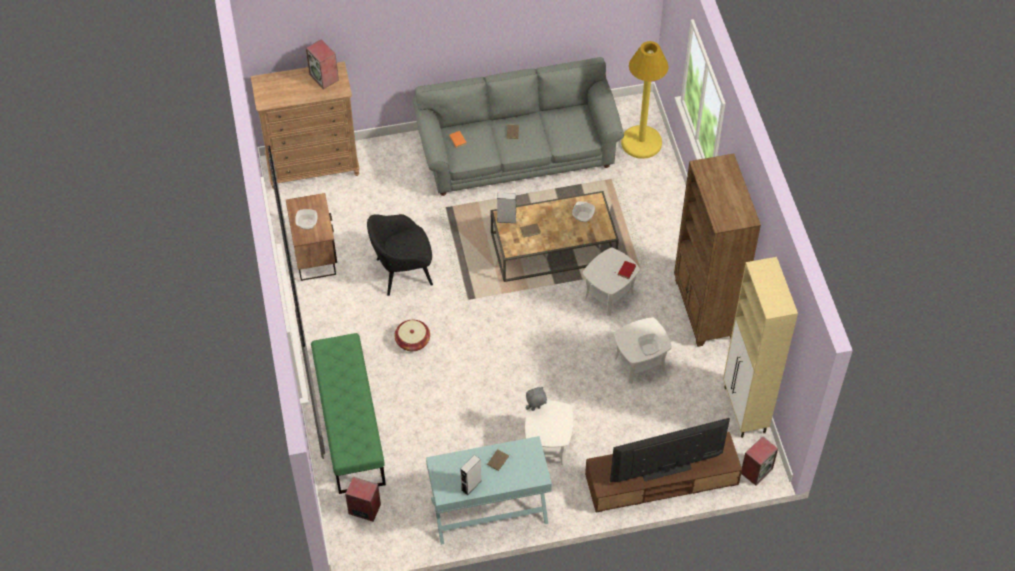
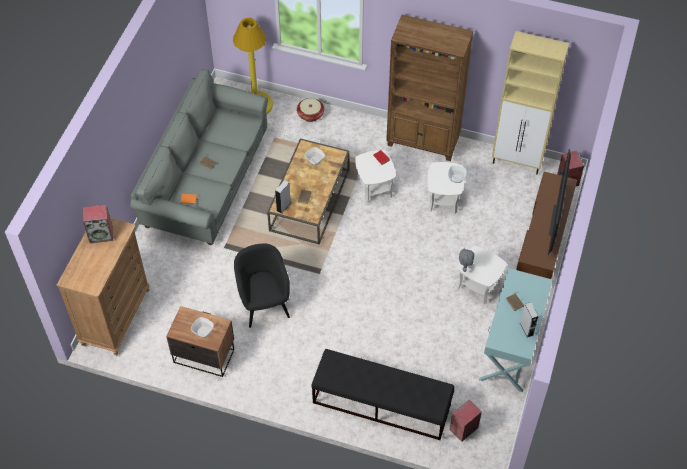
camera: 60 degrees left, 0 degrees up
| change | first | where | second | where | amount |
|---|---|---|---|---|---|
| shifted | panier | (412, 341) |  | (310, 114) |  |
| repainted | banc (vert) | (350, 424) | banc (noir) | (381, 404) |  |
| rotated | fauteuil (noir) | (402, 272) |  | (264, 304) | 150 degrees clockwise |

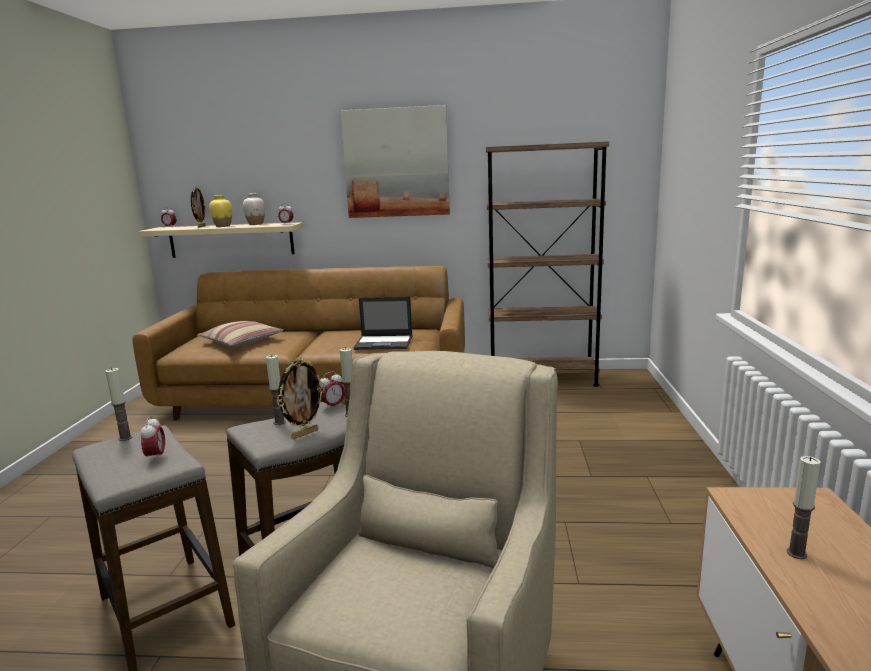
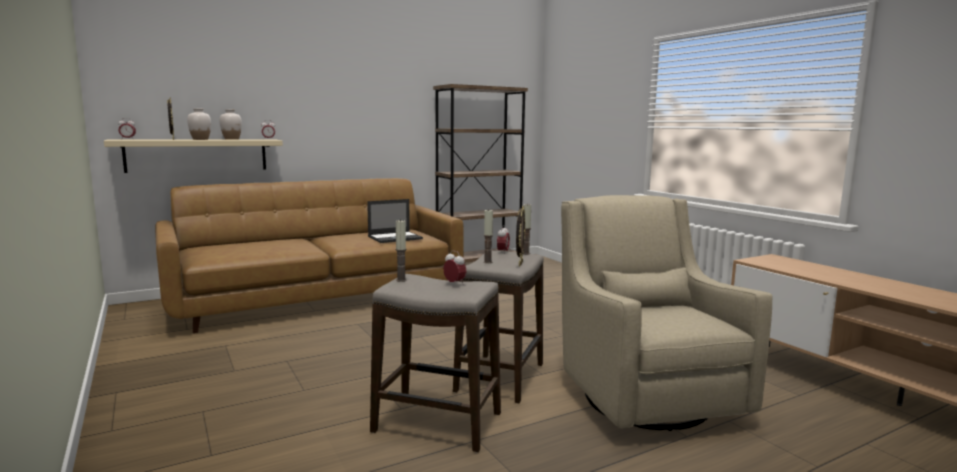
camera: 35 degrees left, 5 degrees down
| change | first | where | second | where | amount |
|---|---|---|---|---|---|
| gone | coussin | (241, 341) |  |  |  |
| gone | tableau | (396, 163) |  |  |  |
| gone | bougie | (796, 553) |  |  |  |
| repainted | vase (jaune) | (223, 226) | vase (blanc) | (200, 139) |  |

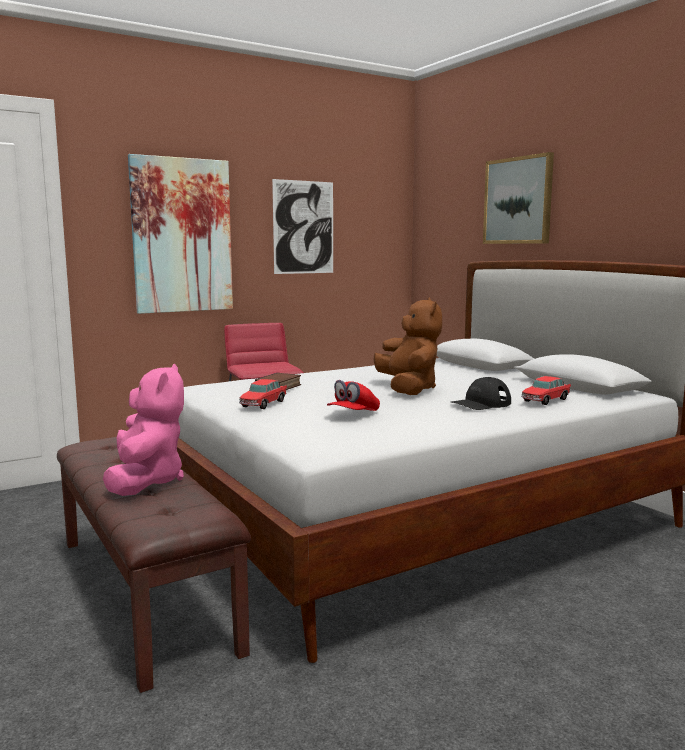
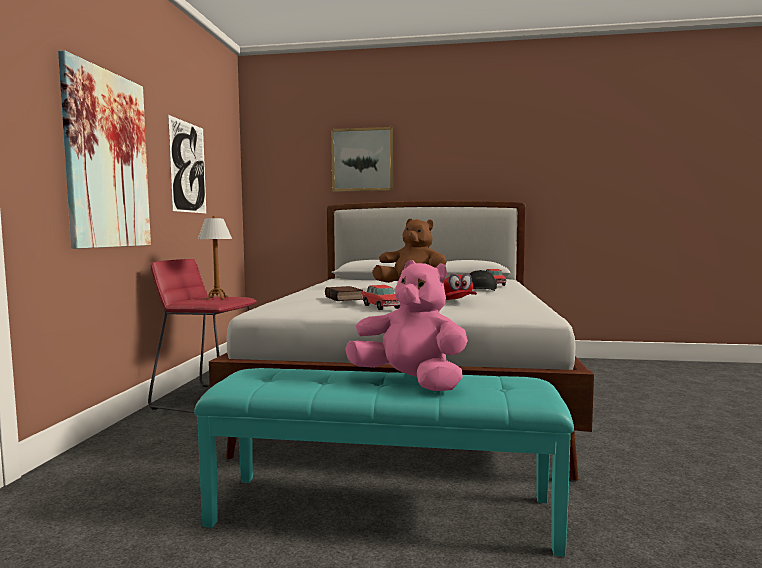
camera: 50 degrees left, 5 degrees down
| change | first | where | second | where | amount |
|---|---|---|---|---|---|
| new |  |  | lampe de table | (217, 298) |  |
| repainted | banc (marron) | (146, 591) | banc (turquoise) | (383, 510) |  |

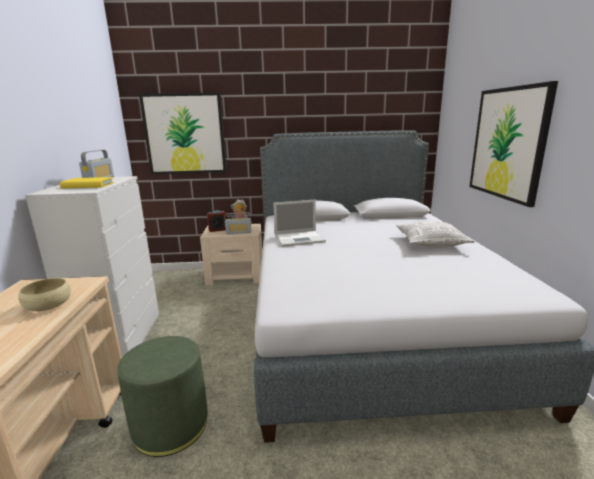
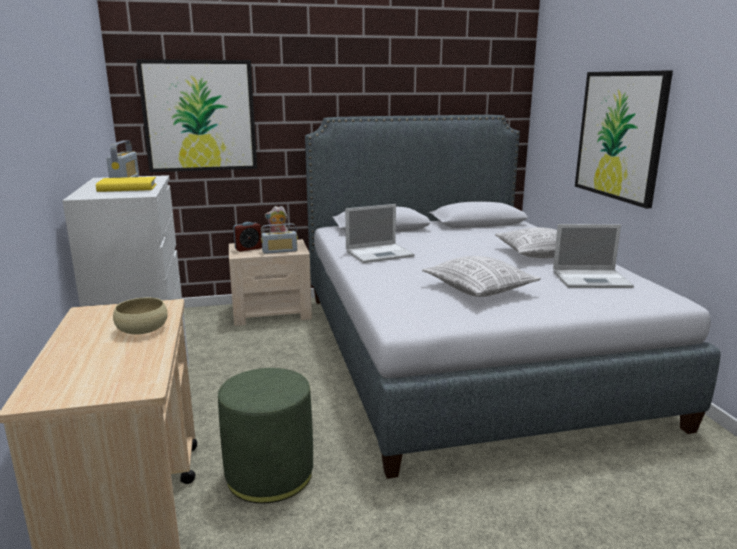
camera: 10 degrees left, 0 degrees up
| change | first | where | second | where | amount |
|---|---|---|---|---|---|
| new |  |  | coussin | (479, 289) |  |
| new |  |  | ordinateur portable | (592, 279) |  |

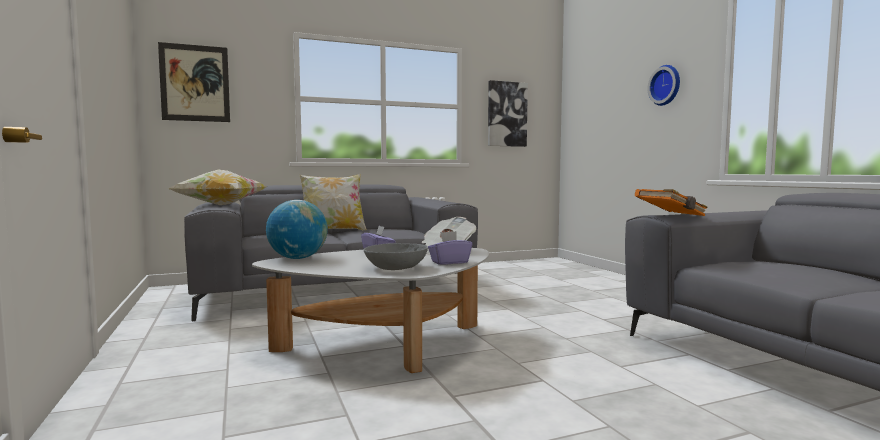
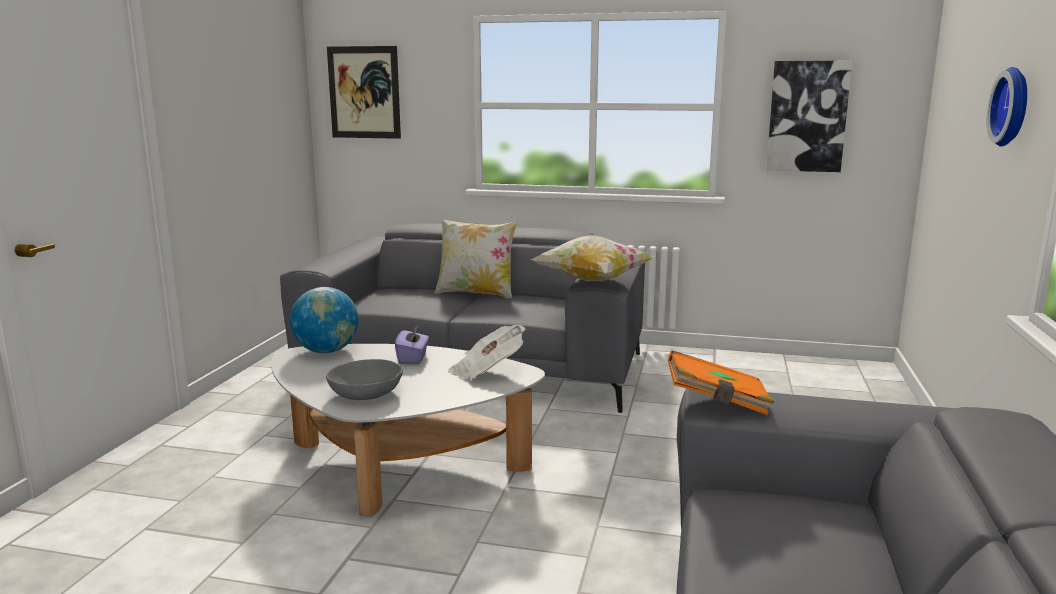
camera: 35 degrees right, 10 degrees up
| change | first | where | second | where | amount |
|---|---|---|---|---|---|
| gone | boîte à mouchoirs (violet) | (449, 262) |  |  |  |
| shifted | coussin | (221, 205) |  | (592, 281) |  |

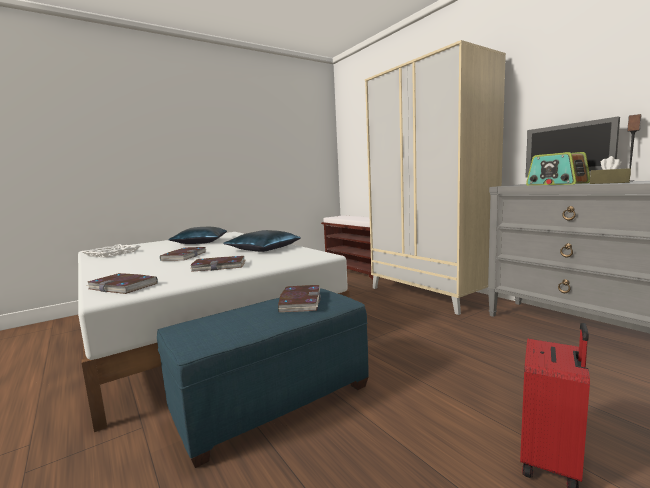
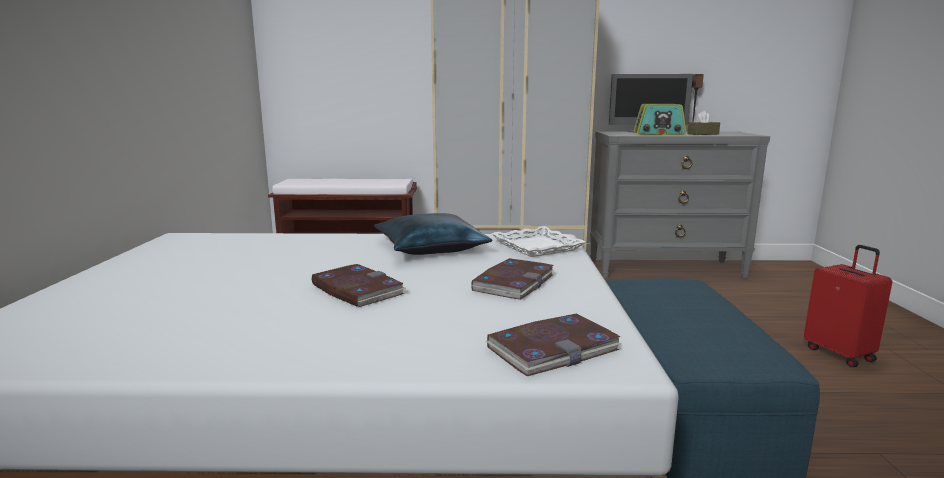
camera: 55 degrees left, 5 degrees up
| change | first | where | second | where | amount |
|---|---|---|---|---|---|
| gone | coussin (bleu) | (200, 242) |  |  |  |
| gone | livre | (300, 301) |  |  |  |
| shifted | plateau (blanc) | (112, 253) |  | (537, 247) |  |

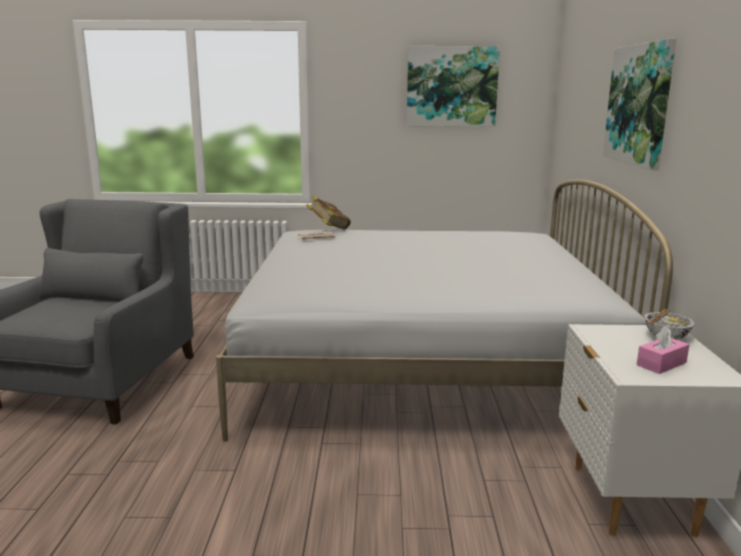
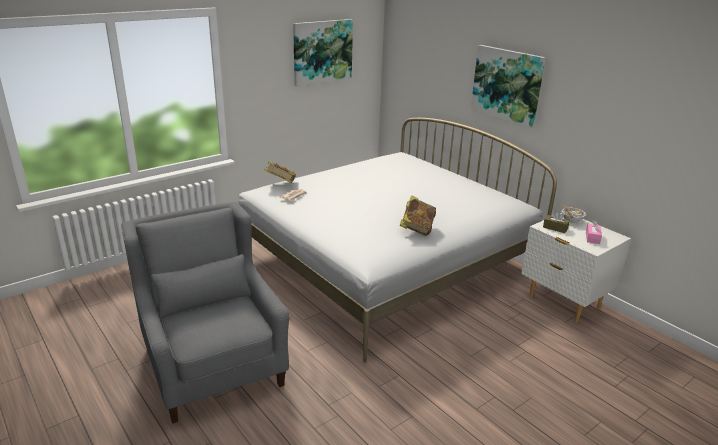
camera: 40 degrees left, 10 degrees up
| change | first | where | second | where | amount |
|---|---|---|---|---|---|
| new |  |  | livre | (417, 229) |  |
| new |  |  | boîte à mouchoirs (marron) | (555, 228) |  |

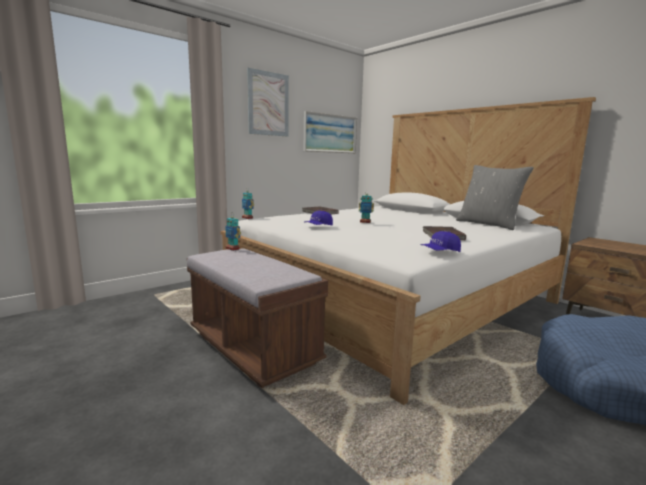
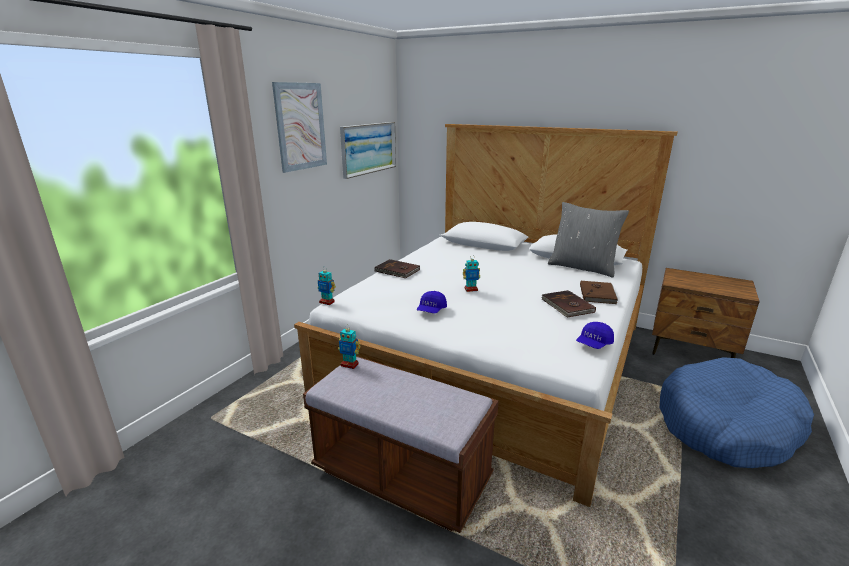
camera: 20 degrees left, 10 degrees up
| change | first | where | second | where | amount |
|---|---|---|---|---|---|
| new |  |  | livre (marron) | (598, 294) |  |

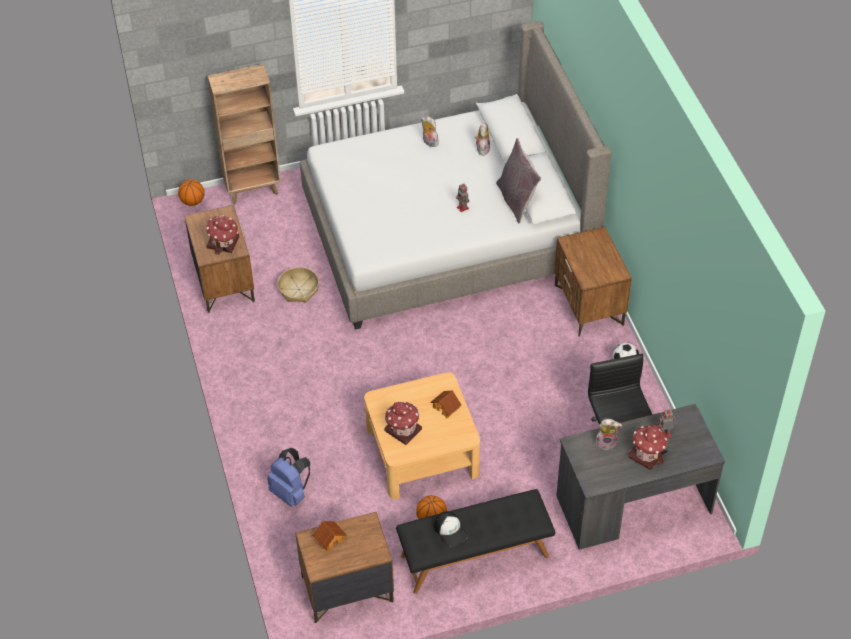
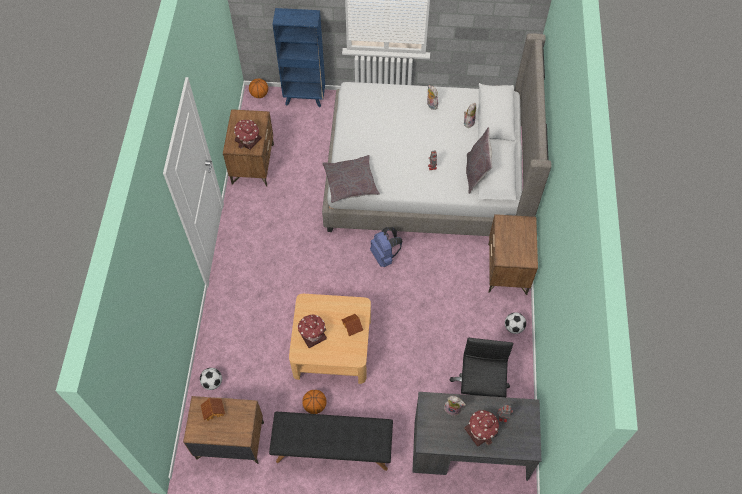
camera: 20 degrees right, 10 degrees up
| change | first | where | second | where | amount |
|---|---|---|---|---|---|
| gone | panier | (298, 289) |  |  |  |
| gone | casquette | (450, 530) |  |  |  |
| new |  |  | ballon de foot | (212, 382) |  |
| new |  |  | coussin (gris) | (350, 182) |  |
| shifted | sac à dos (bleu) | (291, 492) |  | (384, 256) |  |
| repainted | bibliothèque (marron) | (253, 189) | bibliothèque (bleu) | (305, 98) |  |

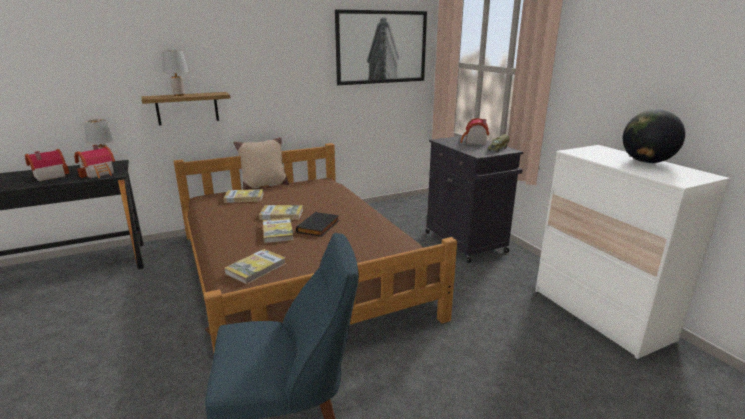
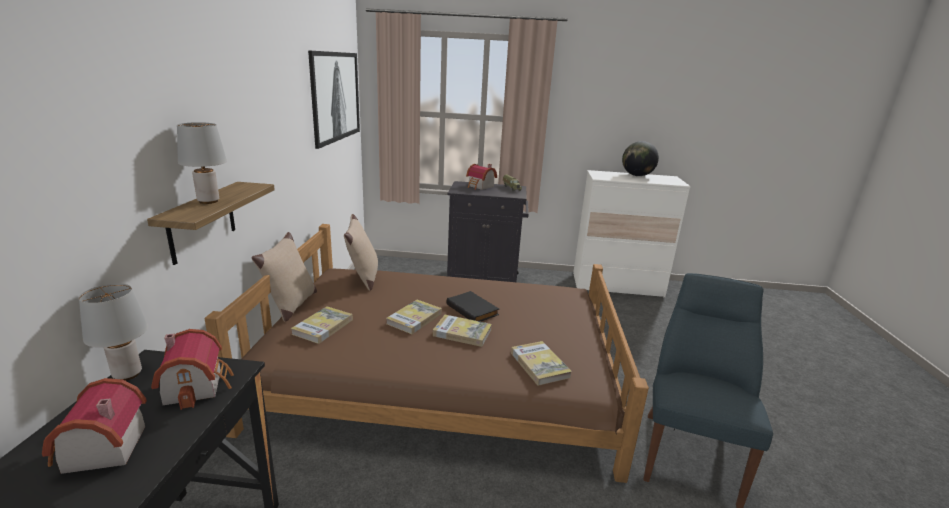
camera: 60 degrees left, 0 degrees up
| change | first | where | second | where | amount |
|---|---|---|---|---|---|
| new |  |  | coussin (beige) | (363, 279) |  |

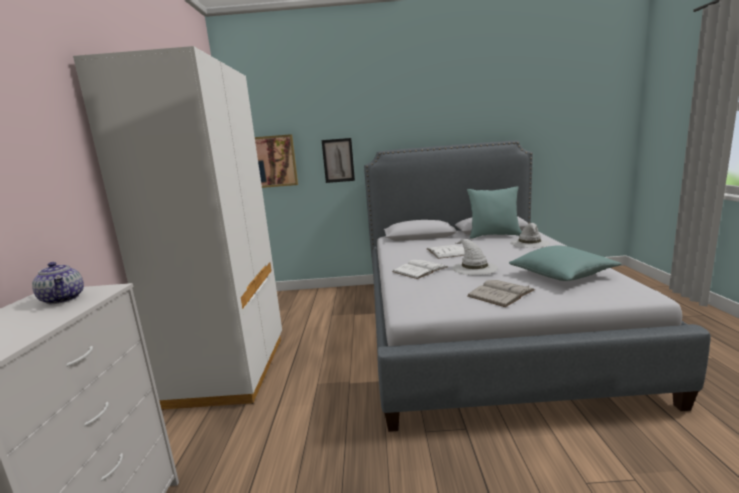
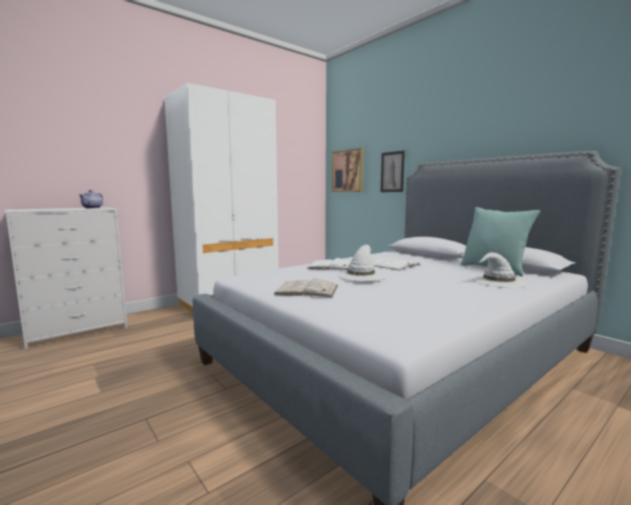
camera: 50 degrees right, 5 degrees down
| change | first | where | second | where | amount |
|---|---|---|---|---|---|
| gone | coussin (turquoise) | (562, 275) |  |  |  |

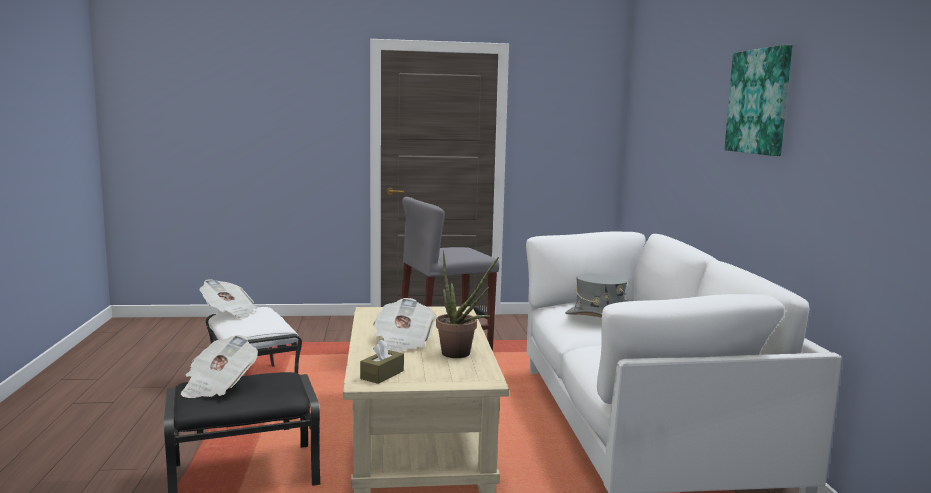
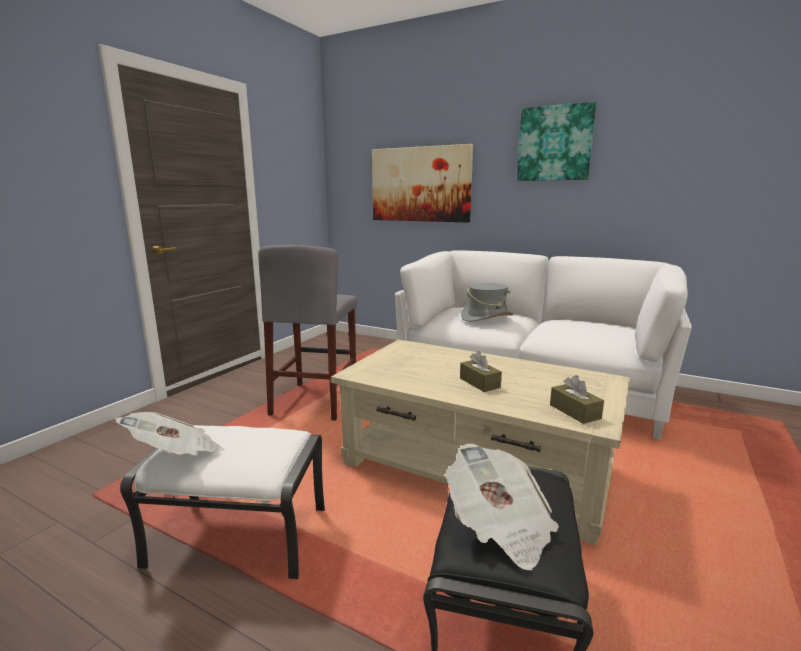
camera: 55 degrees left, 5 degrees up
| change | first | where | second | where | amount |
|---|---|---|---|---|---|
| gone | plante en pot | (460, 355) |  |  |  |
| new |  |  | tableau | (420, 184) |  |
| swapped | journal | (403, 342) | boîte à mouchoirs (marron) | (479, 383) |  |

